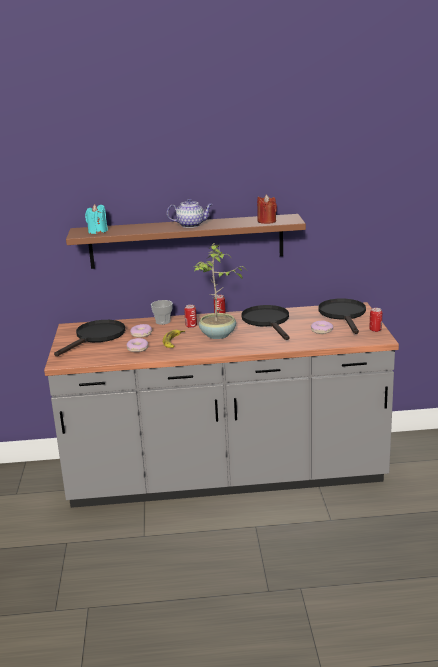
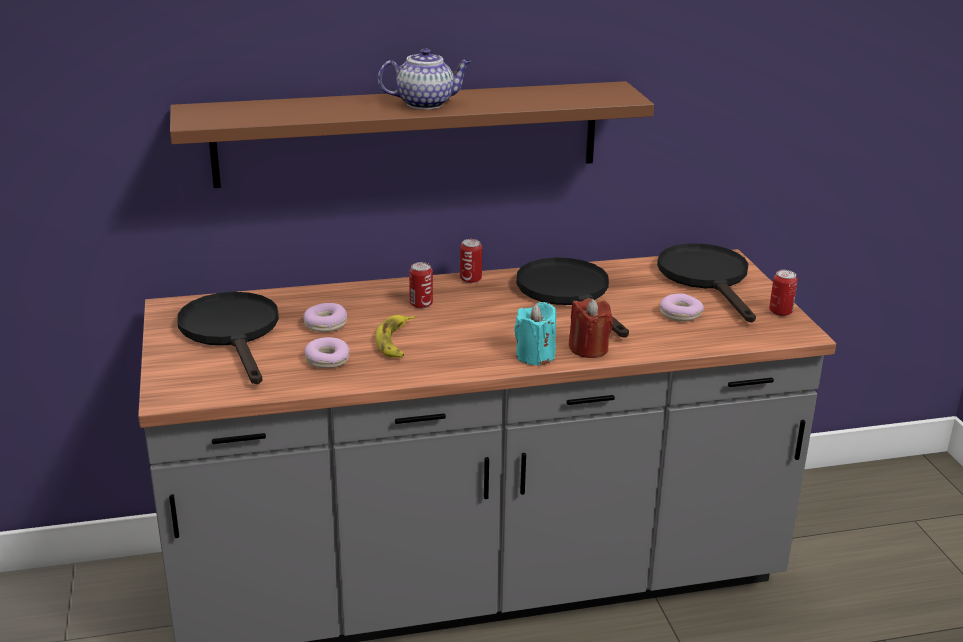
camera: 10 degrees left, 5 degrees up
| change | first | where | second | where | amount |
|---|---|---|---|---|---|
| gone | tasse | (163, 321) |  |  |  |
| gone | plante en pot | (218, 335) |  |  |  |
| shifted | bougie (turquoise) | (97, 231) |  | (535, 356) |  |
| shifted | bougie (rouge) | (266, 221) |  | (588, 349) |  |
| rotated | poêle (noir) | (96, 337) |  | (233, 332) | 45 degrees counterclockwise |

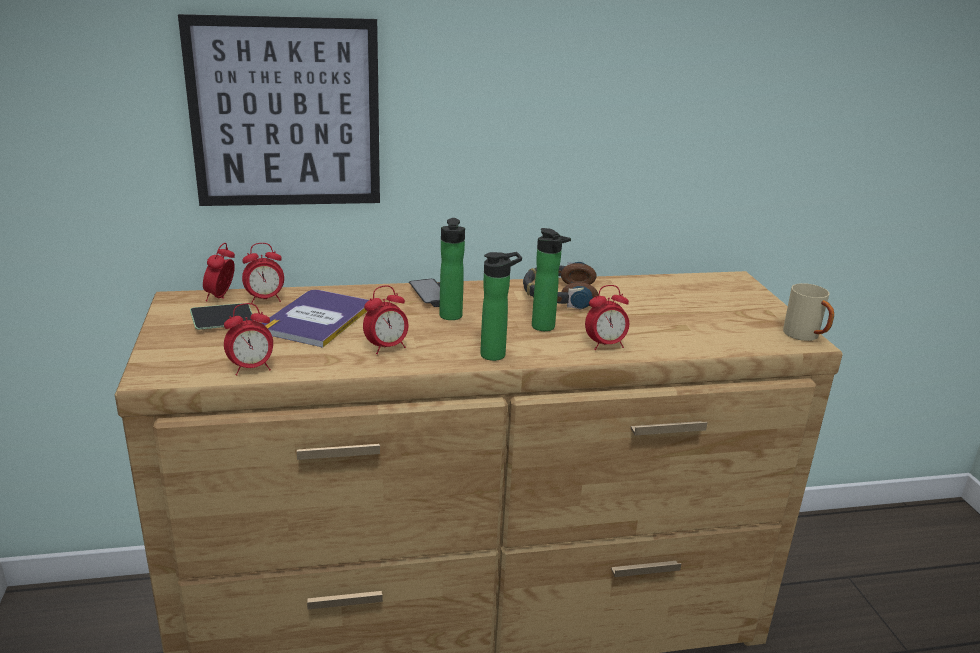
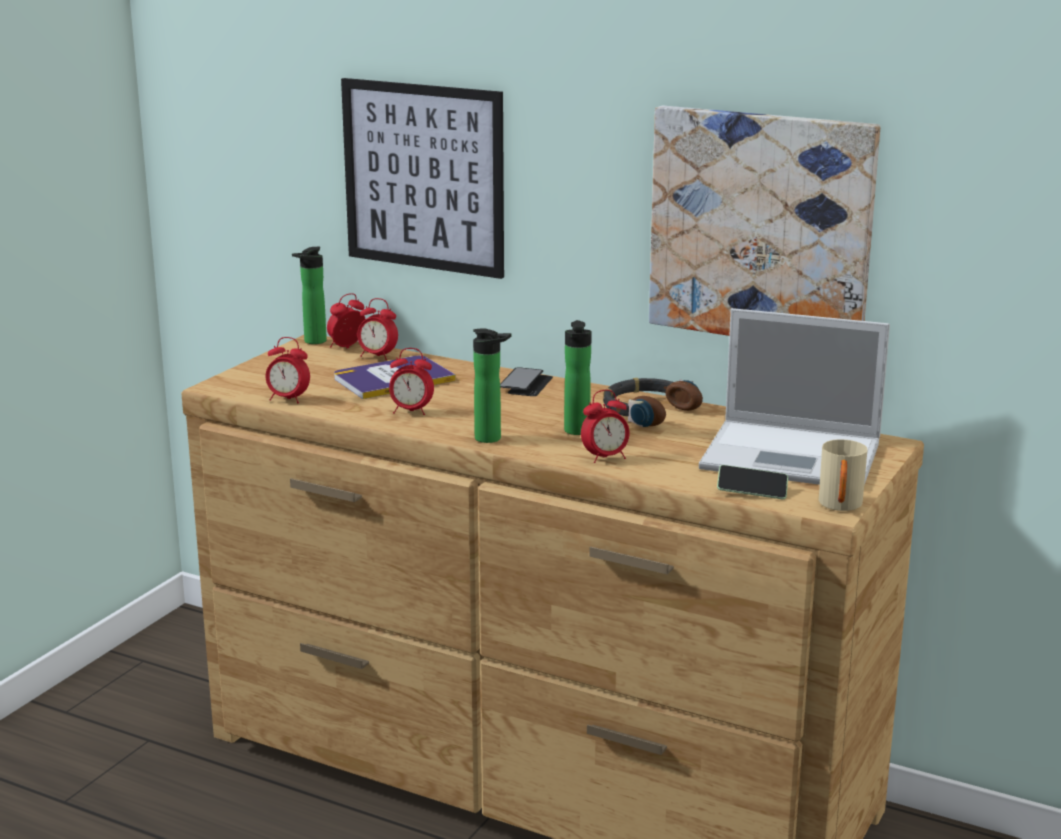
camera: 40 degrees right, 5 degrees down
| change | first | where | second | where | amount |
|---|---|---|---|---|---|
| new |  |  | tableau | (761, 227) |  |
| new |  |  | ordinateur portable | (795, 456) |  |
| shifted | téléphone | (223, 324) |  | (752, 491) |  |
| shifted | bouteille | (450, 317) |  | (312, 342) |  |
| rotated | réveil | (605, 345) |  | (605, 458) | 45 degrees counterclockwise |

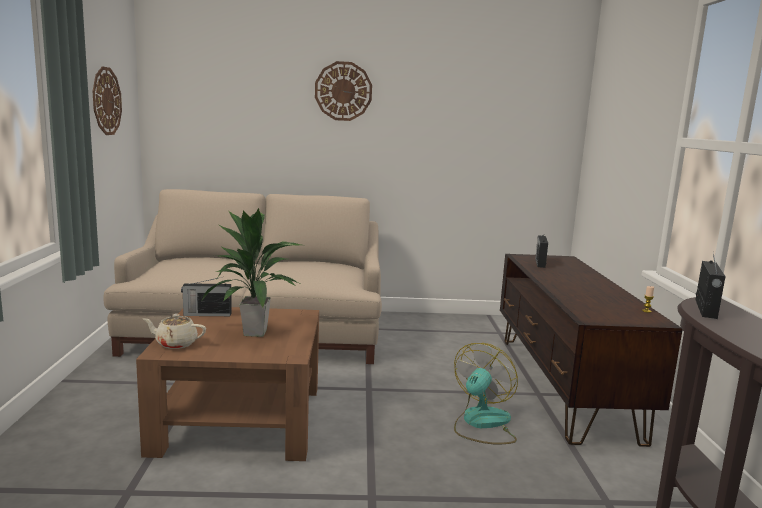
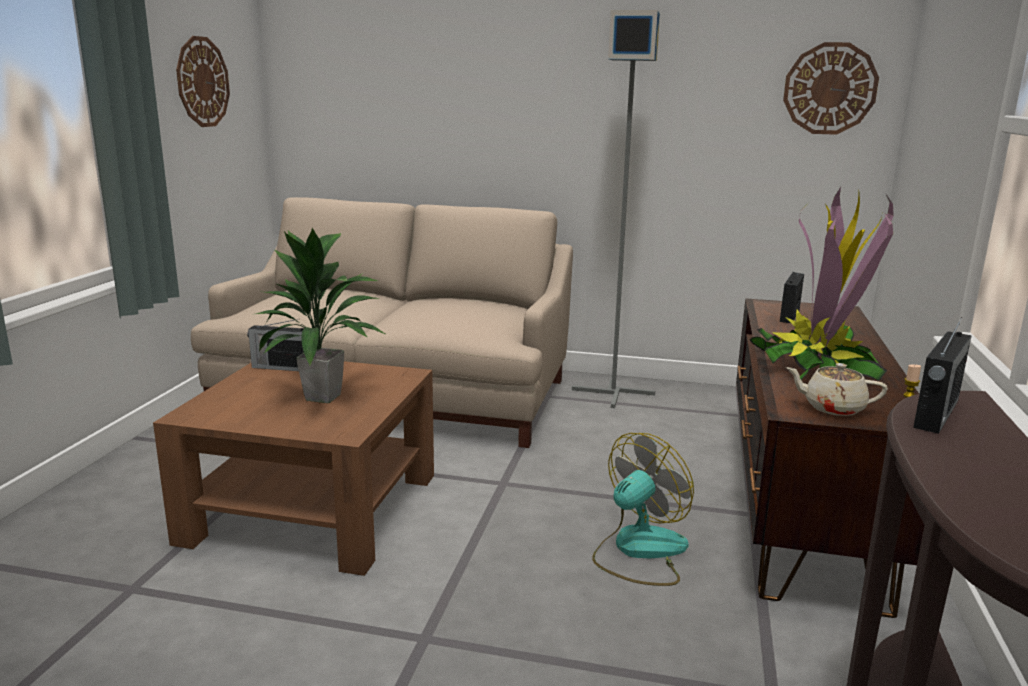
camera: 15 degrees right, 5 degrees up
| change | first | where | second | where | amount |
|---|---|---|---|---|---|
| new |  |  | lampadaire (gris) | (612, 391) |  |
| new |  |  | plante en pot | (816, 367) |  |
| shifted | théière (beige) | (175, 344) |  | (832, 408) |  |
| shifted | horloge murale | (343, 91) |  | (830, 89) |  |

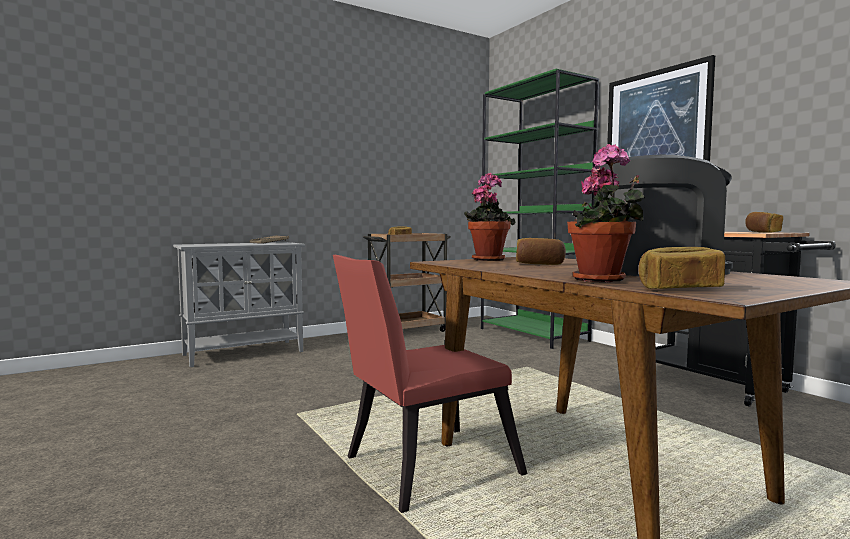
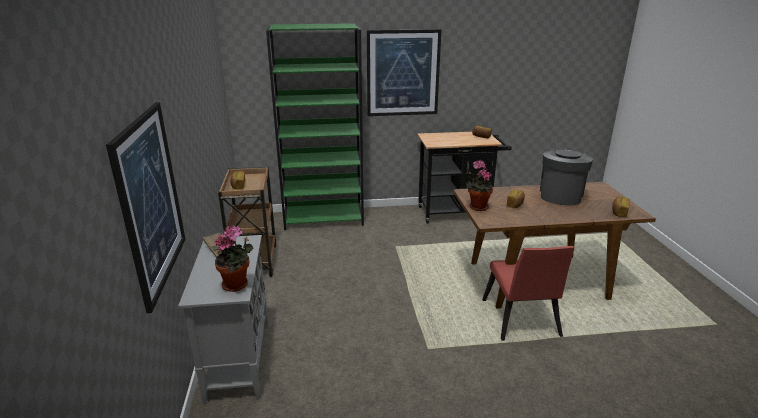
camera: 65 degrees left, 20 degrees up
| change | first | where | second | where | amount |
|---|---|---|---|---|---|
| new |  |  | tableau | (150, 201) |  |
| shifted | plante en pot | (602, 280) |  | (237, 285) |  |

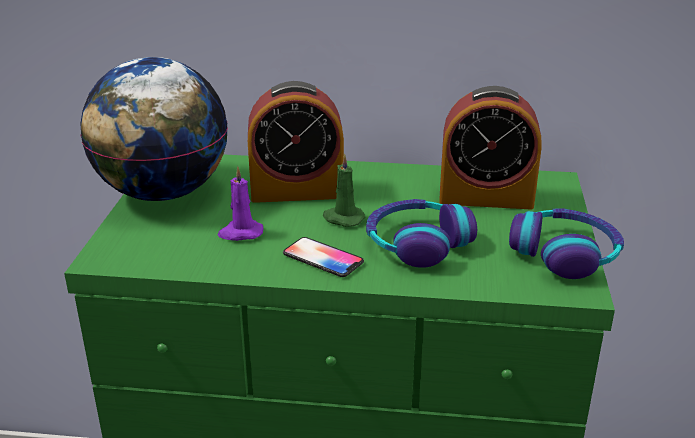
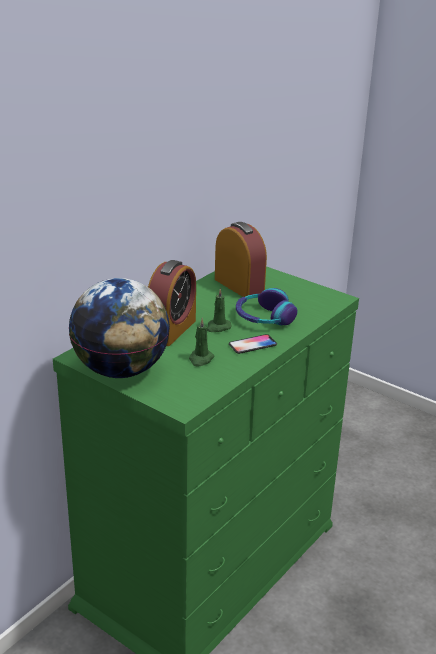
camera: 60 degrees left, 0 degrees up
| change | first | where | second | where | amount |
|---|---|---|---|---|---|
| gone | casque audio | (565, 254) |  |  |  |
| repainted | bougie (violet) | (240, 233) | bougie (vert) | (200, 359) |  |
| rotated | réveil | (485, 197) |  | (239, 286) | 75 degrees counterclockwise |

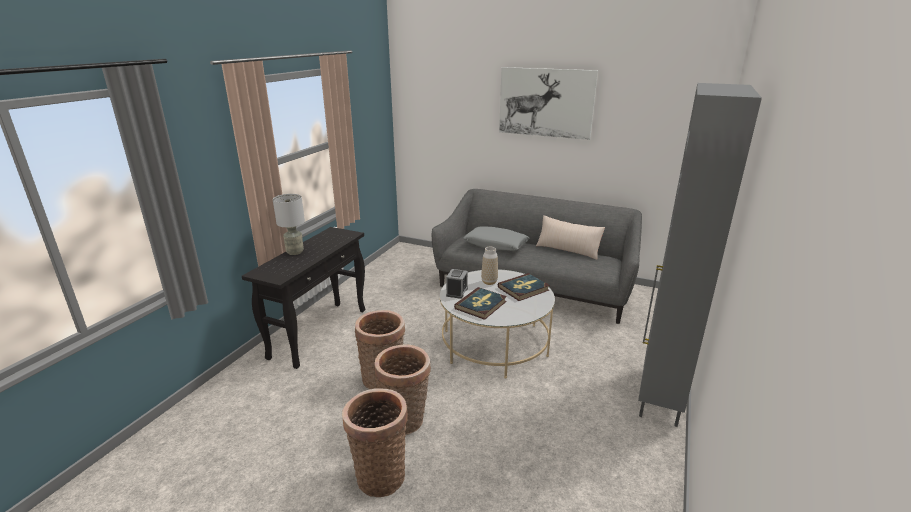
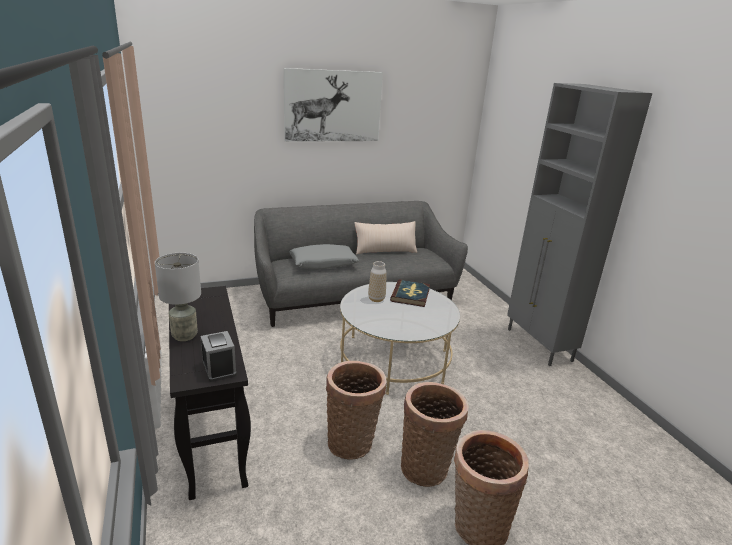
camera: 45 degrees left, 0 degrees up
| change | first | where | second | where | amount |
|---|---|---|---|---|---|
| gone | livre | (481, 305) |  |  |  |
| shifted | réveil | (457, 292) |  | (219, 368) |  |

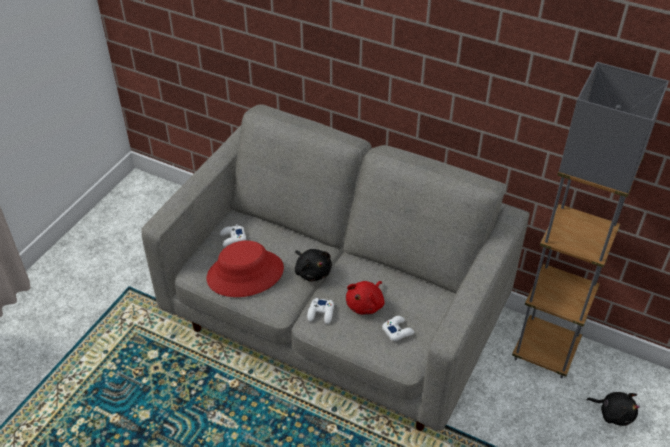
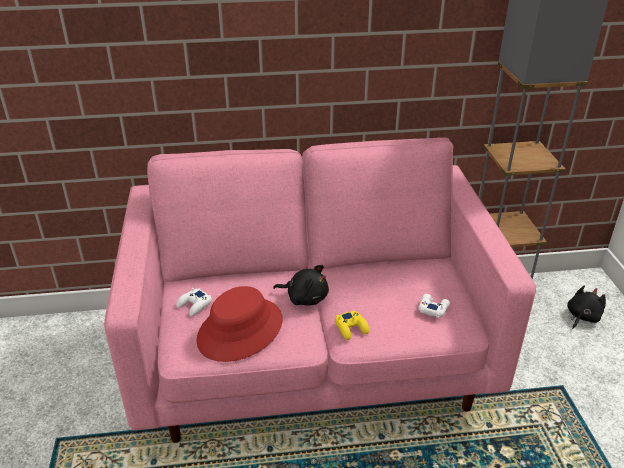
camera: 35 degrees left, 10 degrees down
| change | first | where | second | where | amount |
|---|---|---|---|---|---|
| gone | peluche (rouge) | (366, 304) |  |  |  |
| repainted | canapé (gris) | (336, 324) | canapé (rose) | (313, 362) |  |
| repainted | manette (blanc) | (321, 313) | manette (jaune) | (351, 328) |  |
| rotated | peluche (noir) | (613, 413) |  | (582, 317) | 45 degrees counterclockwise |

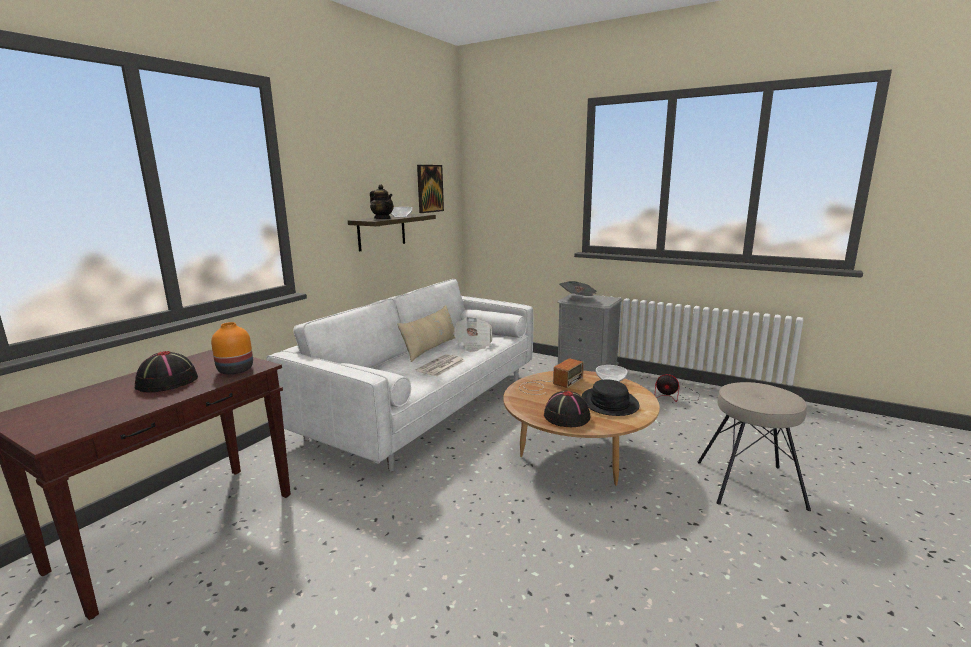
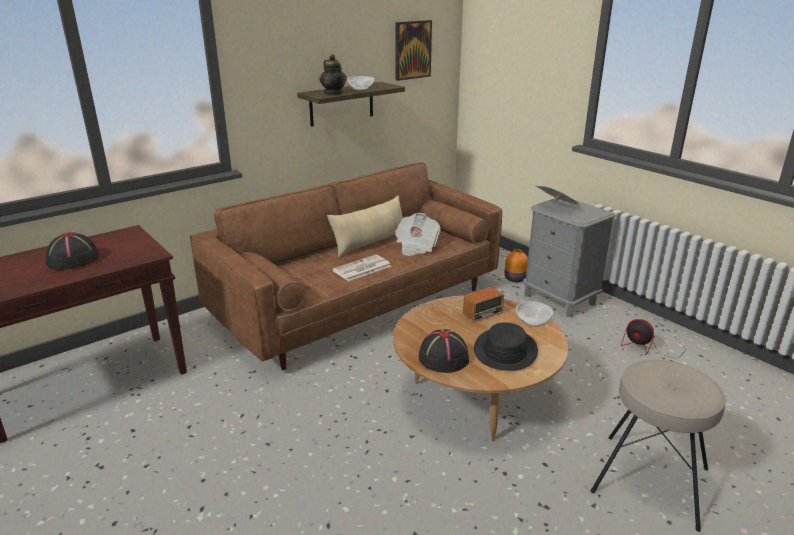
camera: 20 degrees right, 10 degrees up
| change | first | where | second | where | amount |
|---|---|---|---|---|---|
| shifted | vase (orange) | (236, 370) |  | (515, 279) |  |
| repainted | canapé (blanc) | (423, 407) | canapé (marron) | (357, 304) |  |

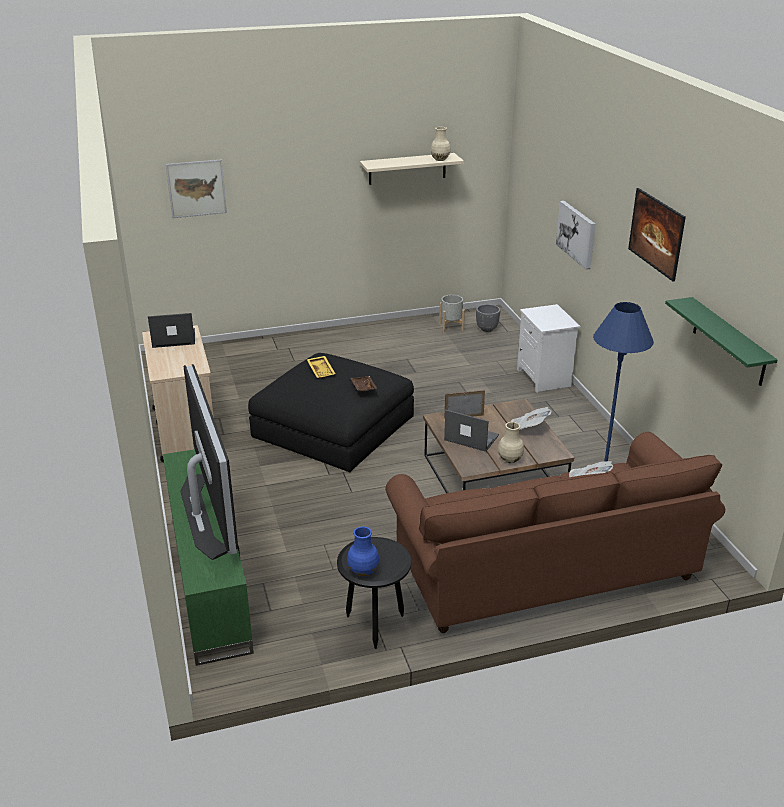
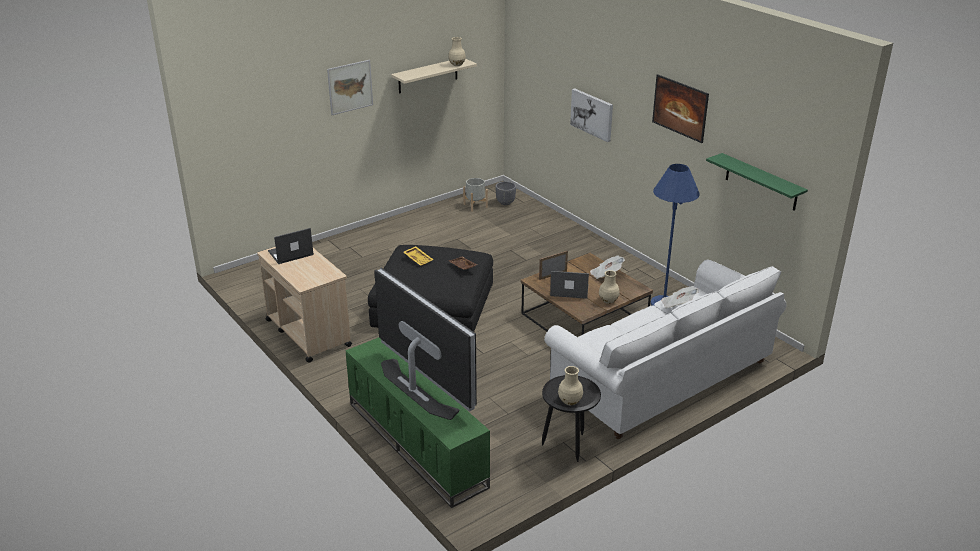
camera: 20 degrees left, 0 degrees up
| change | first | where | second | where | amount |
|---|---|---|---|---|---|
| gone | table de chevet (blanc) | (545, 378) |  |  |  |
| shifted | tableau | (196, 188) |  | (350, 87) |  |
| repainted | vase (bleu) | (363, 571) | vase (beige) | (570, 401) |  |
| repainted | canapé (marron) | (544, 569) | canapé (blanc) | (661, 377) |  |

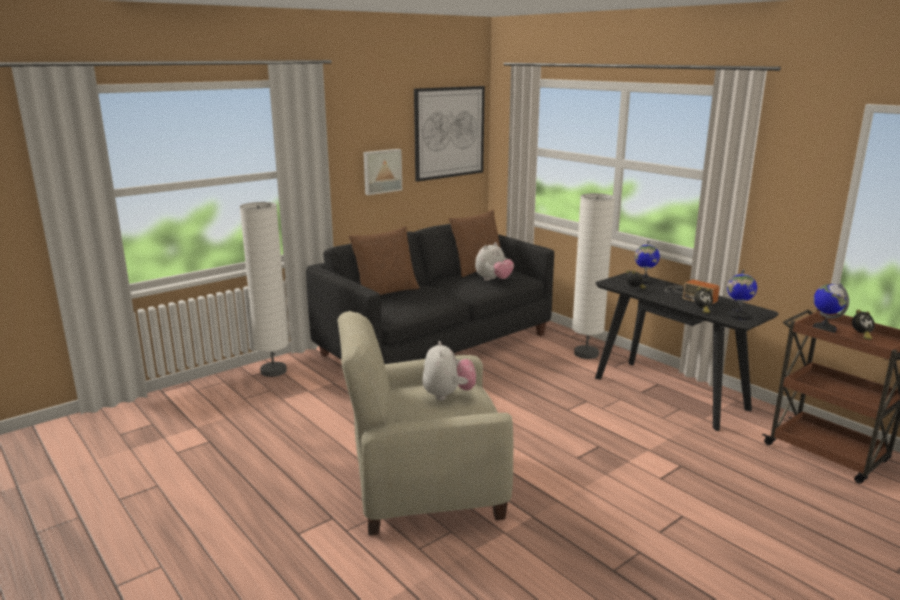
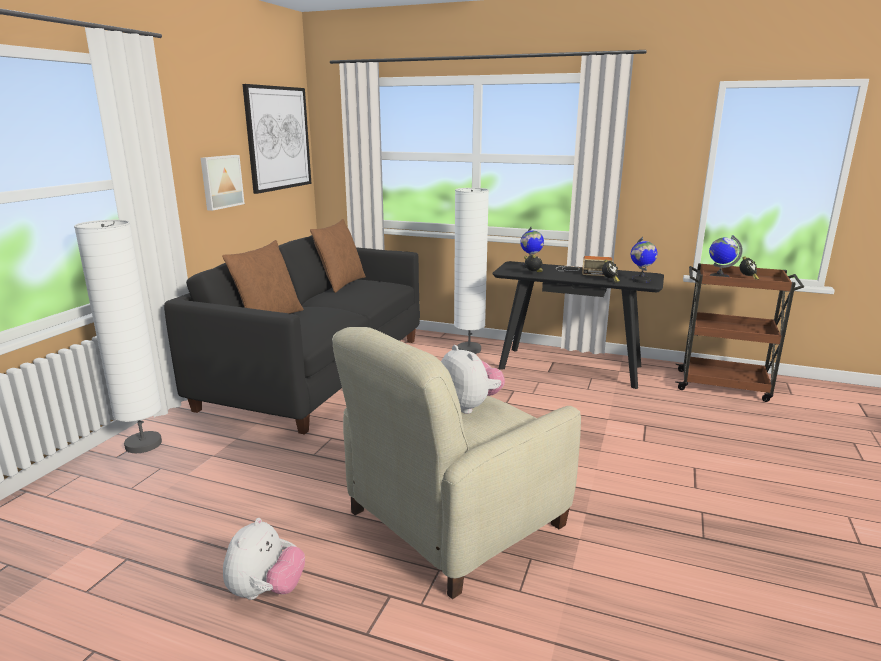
camera: 30 degrees left, 0 degrees up
| change | first | where | second | where | amount |
|---|---|---|---|---|---|
| shifted | peluche | (493, 280) |  | (266, 591) |  |

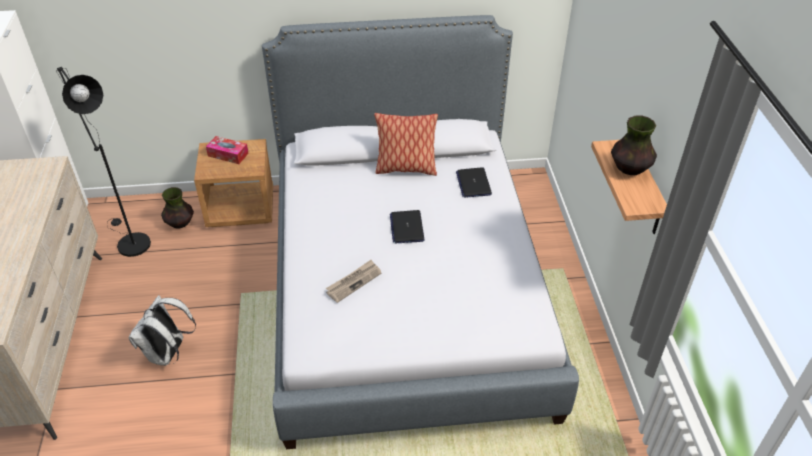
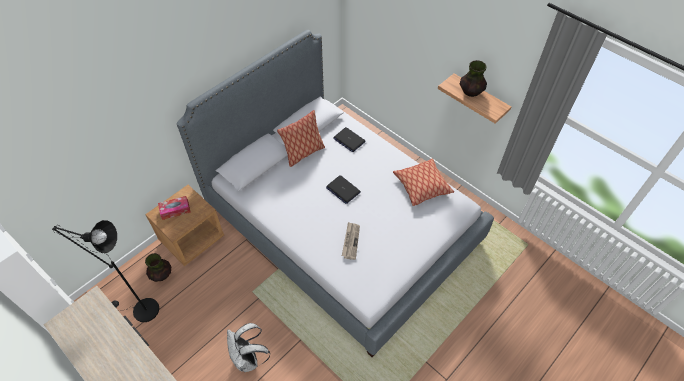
camera: 40 degrees left, 10 degrees up
| change | first | where | second | where | amount |
|---|---|---|---|---|---|
| new |  |  | coussin | (422, 186) |  |

